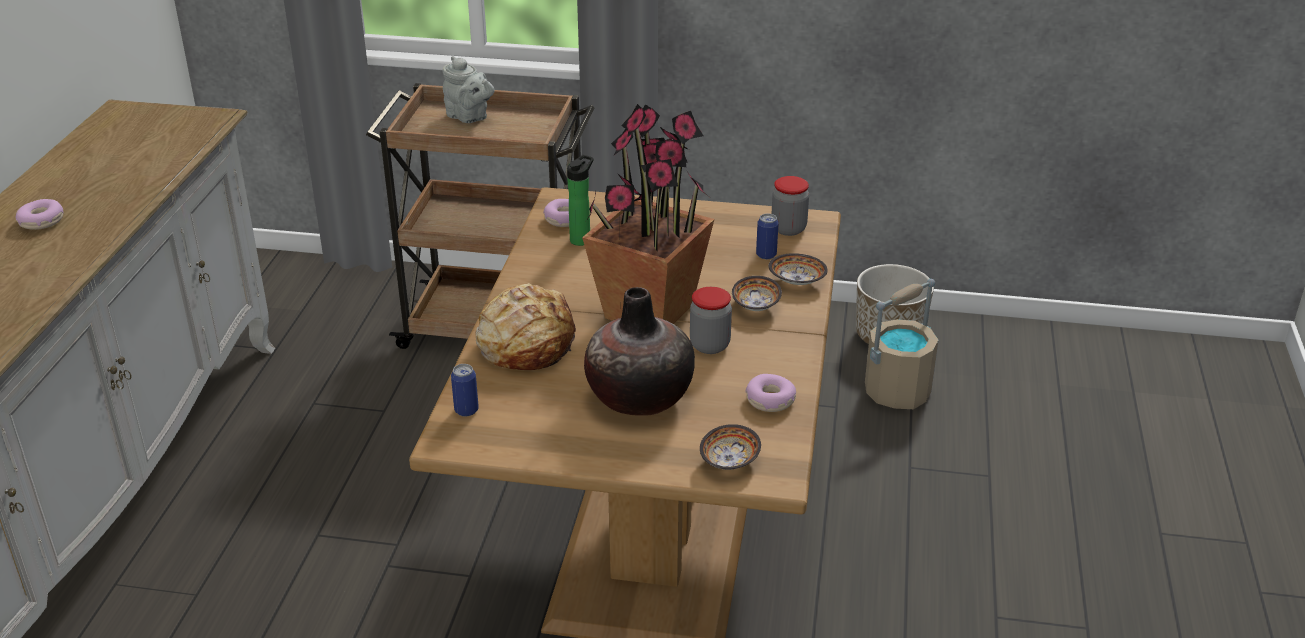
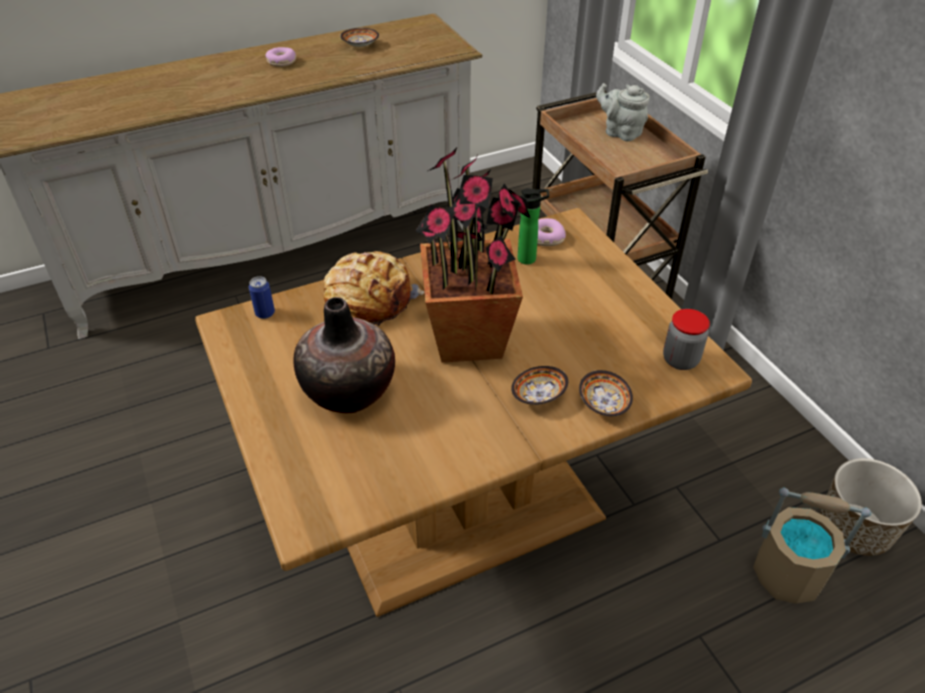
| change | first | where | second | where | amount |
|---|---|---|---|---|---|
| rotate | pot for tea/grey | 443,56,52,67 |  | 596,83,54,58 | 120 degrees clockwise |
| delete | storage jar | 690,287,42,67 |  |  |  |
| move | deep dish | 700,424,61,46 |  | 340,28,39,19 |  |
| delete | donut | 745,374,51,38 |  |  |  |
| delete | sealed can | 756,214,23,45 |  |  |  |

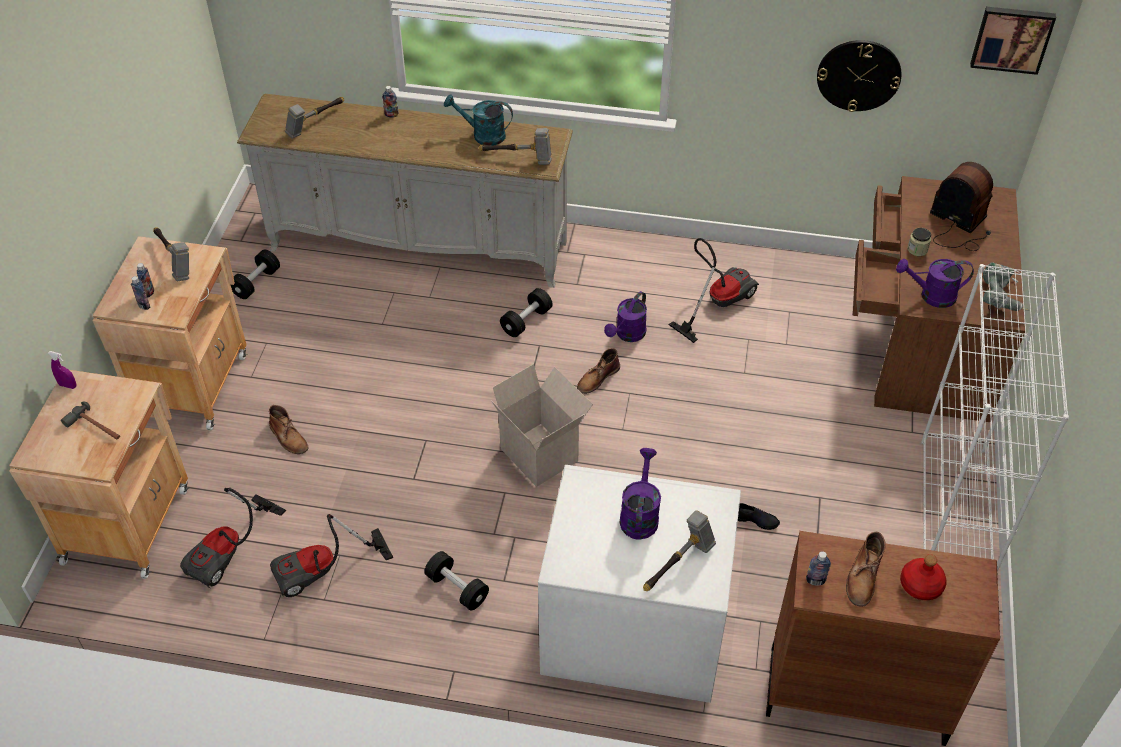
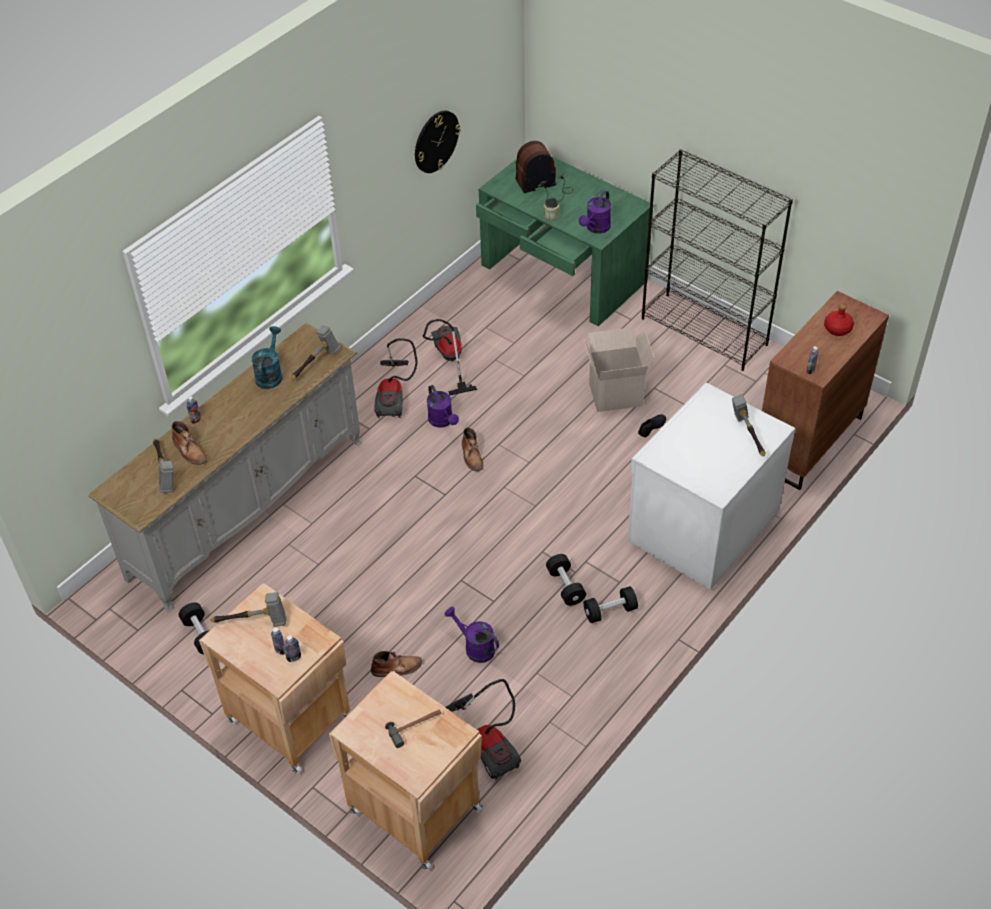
| change | first | where | second | where | amount |
|---|---|---|---|---|---|
| delete | spray bottle/purple | 48,351,28,38 |  |  |  |
| move | vacuum cleaner | 270,514,123,83 |  | 374,338,43,80 |  |
| rotate | watering pot/blue-green | 444,94,69,51 |  | 252,326,30,63 | 150 degrees clockwise |
| move | carton | 491,364,102,123 |  | 584,327,70,85 |  |
| move | hand weight/black-coloured | 500,288,53,49 |  | 546,554,40,52 |  |
| move | watering pot/purple | 620,448,41,92 |  | 444,607,55,56 |  |
| move | tall boot/brownish | 846,532,40,75 |  | 171,421,36,44 |  |
| recolor | desk unit/brownish | 853,176,172,246 | desk unit/green | 476,156,178,170 |  |
| recolor | bookcase/whitish | 921,264,148,308 | bookcase/black-coloured | 642,149,151,222 |  |
| delete | picture | 970,7,86,68 |  |  |  |
| delete | drill | 983,262,47,49 |  |  |  |

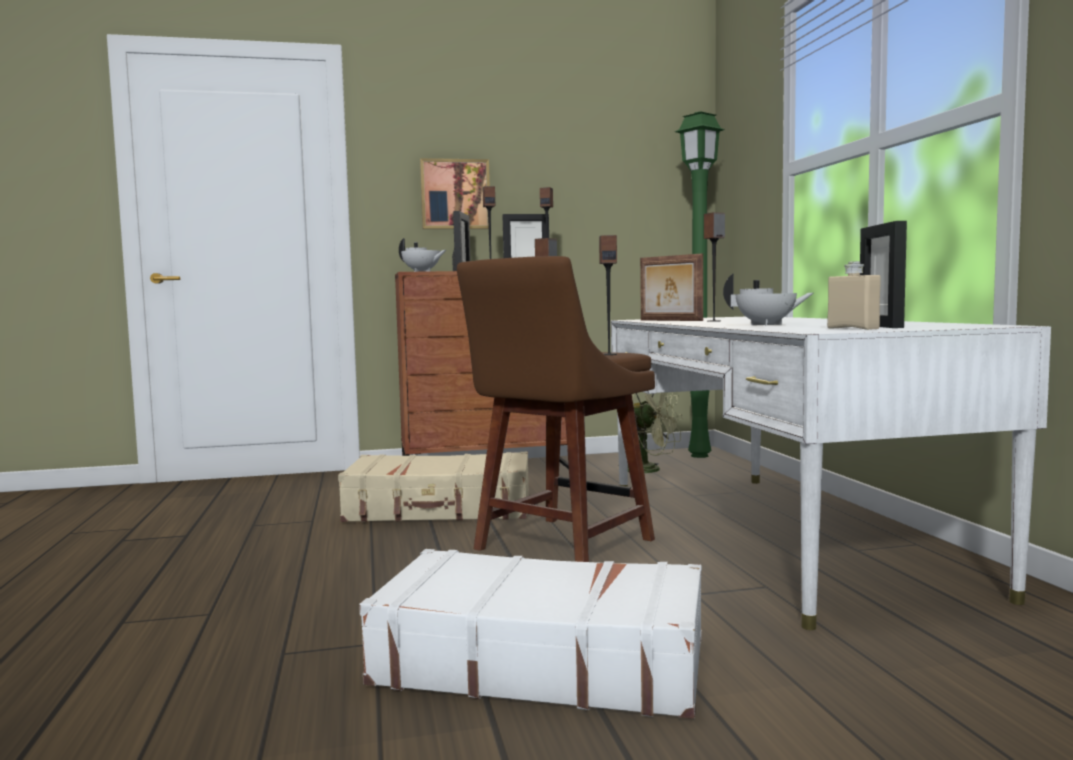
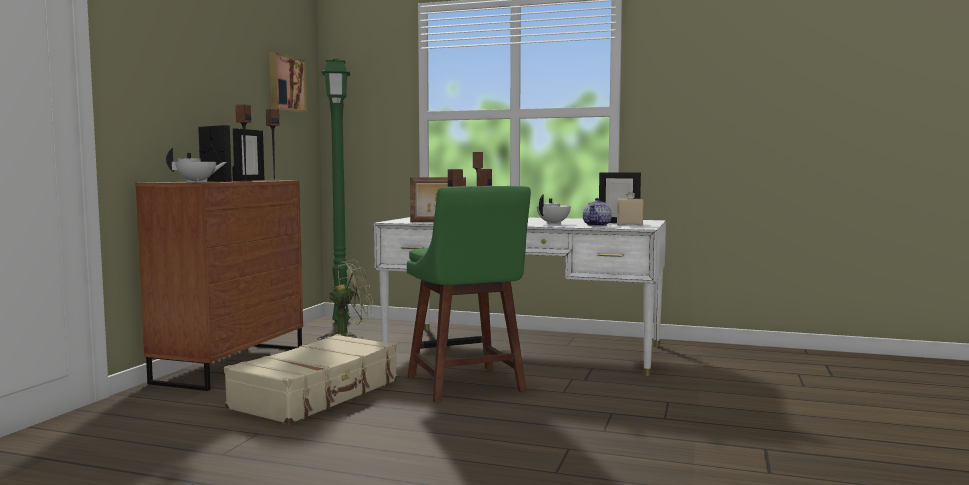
| change | first | where | second | where | amount |
|---|---|---|---|---|---|
| delete | suitcase/whitish | 359,549,343,170 |  |  |  |
| move | picture | 420,158,70,71 |  | 269,52,38,61 |  |
| recolor | stool/brownish | 457,256,198,306 | stool/green | 407,186,124,217 |  |
| insert |  |  | pot for tea | 583,198,29,28 |  |

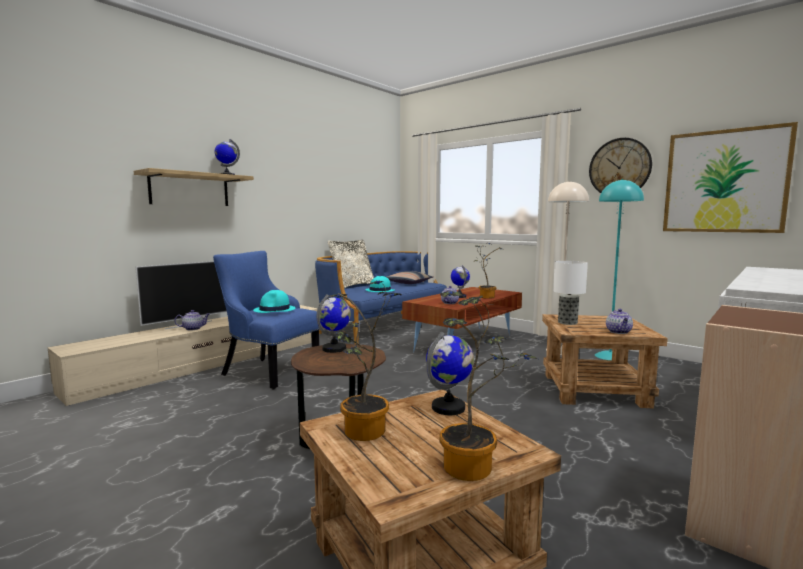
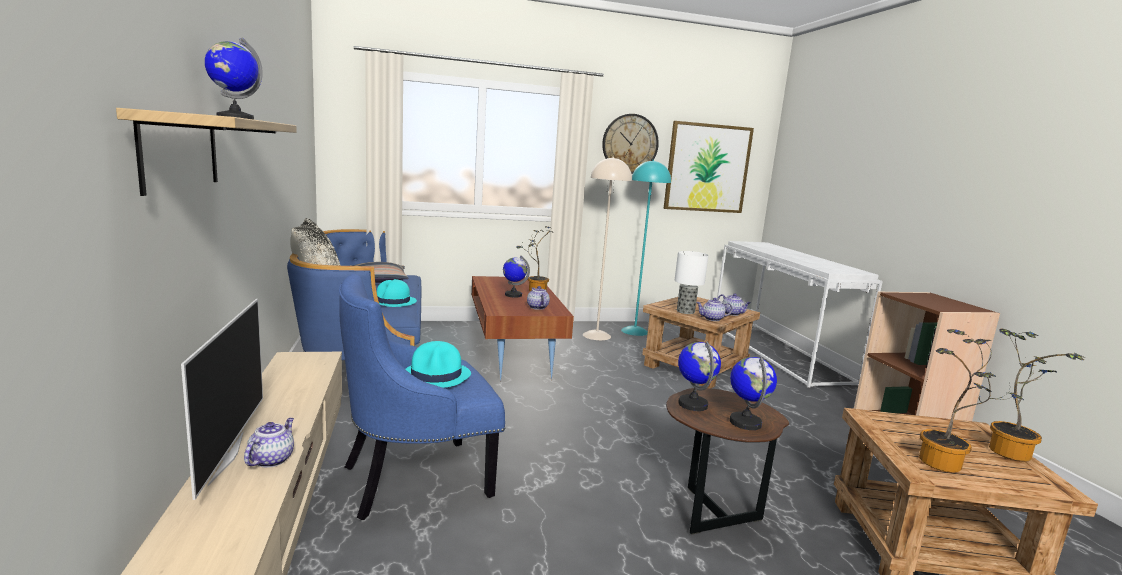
| change | first | where | second | where | amount |
|---|---|---|---|---|---|
| move | desk globe | 426,332,48,83 |  | 730,357,47,73 |  |
| insert |  |  | pot for tea | 696,298,36,23 |  |

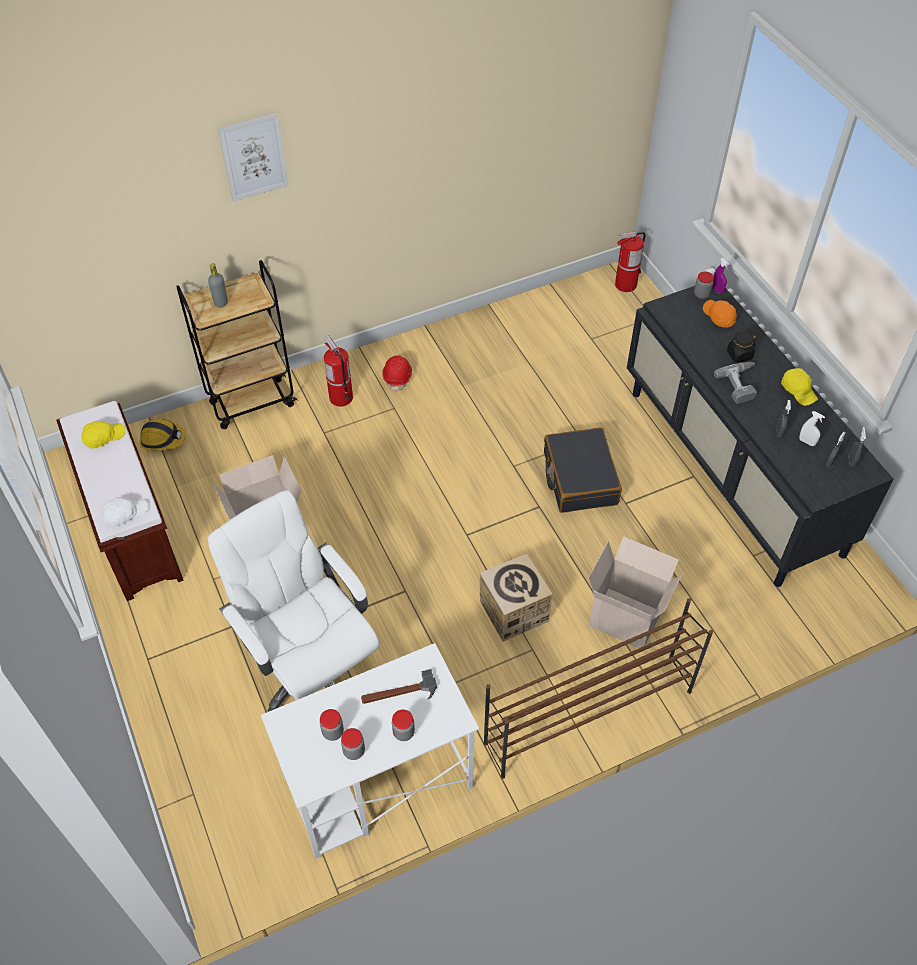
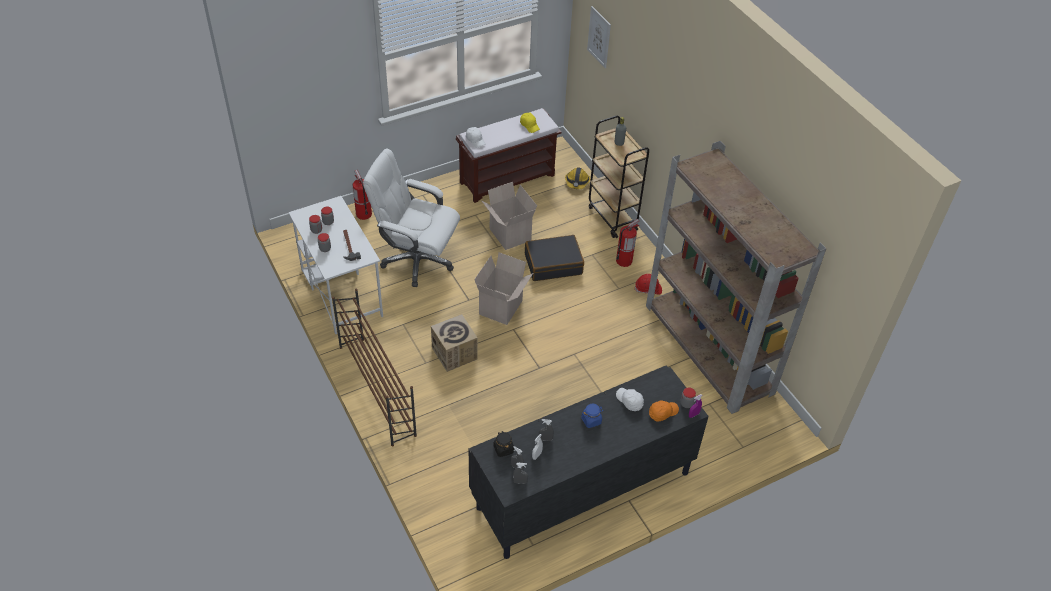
| change | first | where | second | where | amount |
|---|---|---|---|---|---|
| rotate | office chair/whitish | 207,490,173,222 |  | 363,148,97,139 | 120 degrees counterclockwise |
| move | picture | 218,113,70,89 |  | 587,6,24,62 |  |
| move | suitcase/black-coloured | 544,428,78,85 |  | 525,235,59,46 |  |
| move | carton | 588,536,95,112 |  | 474,252,59,73 |  |
| move | extinguisher | 615,232,31,60 |  | 353,170,19,50 |  |
| replace | drill | 714,362,43,42 | storage jar/bluish | 581,404,23,24 |  |
| move | storage jar/black-coloured | 727,331,29,32 |  | 494,431,20,26 |  |
| delete | baseball cap/yellow-coloured | 781,368,37,38 |  |  |  |
| insert |  |  | baseball cap/whitish | 616,388,28,23 |  |
| insert |  |  | bookcase/brownish | 646,141,180,273 |  |

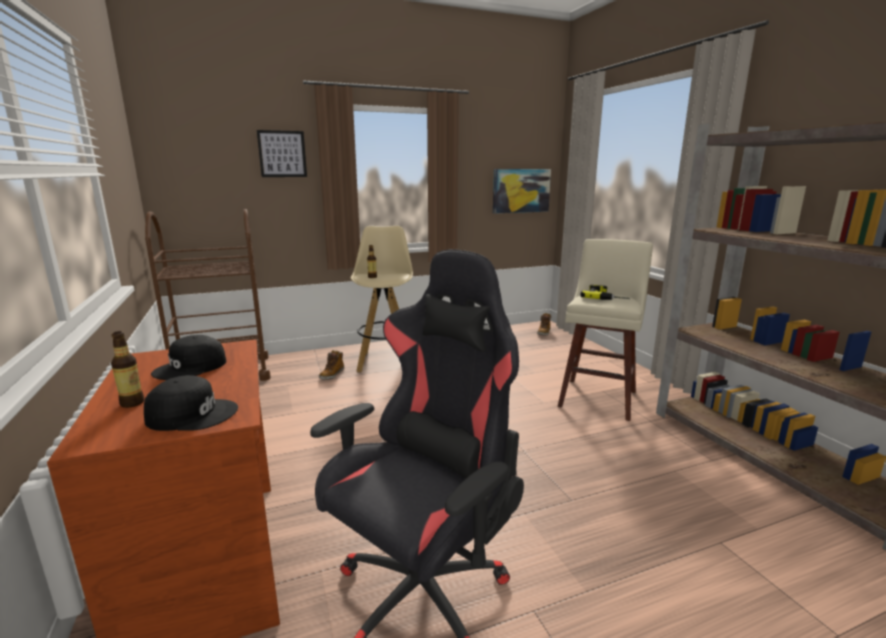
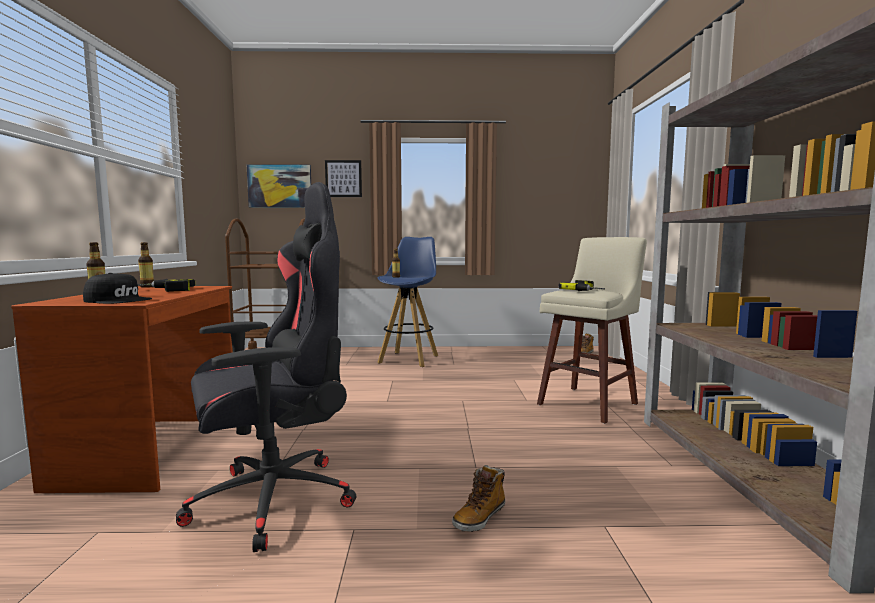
| change | first | where | second | where | amount |
|---|---|---|---|---|---|
| replace | baseball cap/black-coloured | 151,335,75,45 | drill | 138,279,57,13 |  |
| move | tall boot | 319,350,25,30 |  | 452,465,53,67 |  |
| recolor | stool/sand-coloured | 351,226,62,147 | stool/bluish | 377,237,61,130 |  |
| move | picture | 493,169,58,44 |  | 247,164,64,44 |  |
| insert |  |  | beverage bottle | 138,242,16,46 |  |

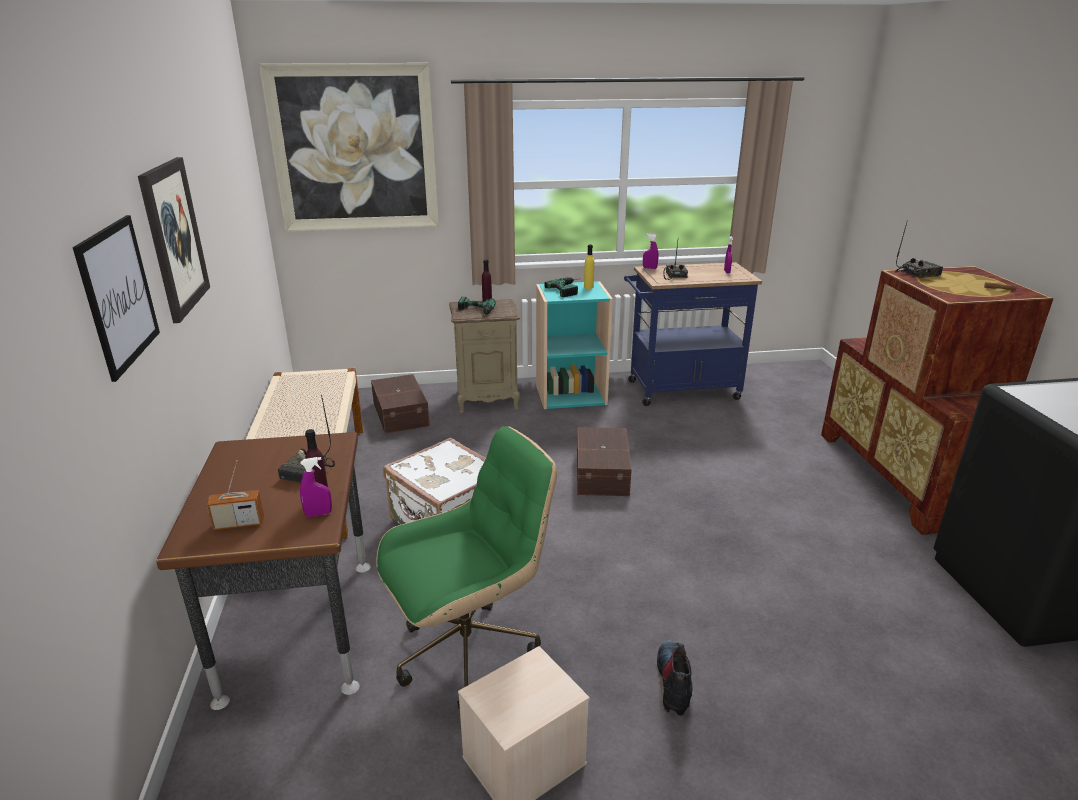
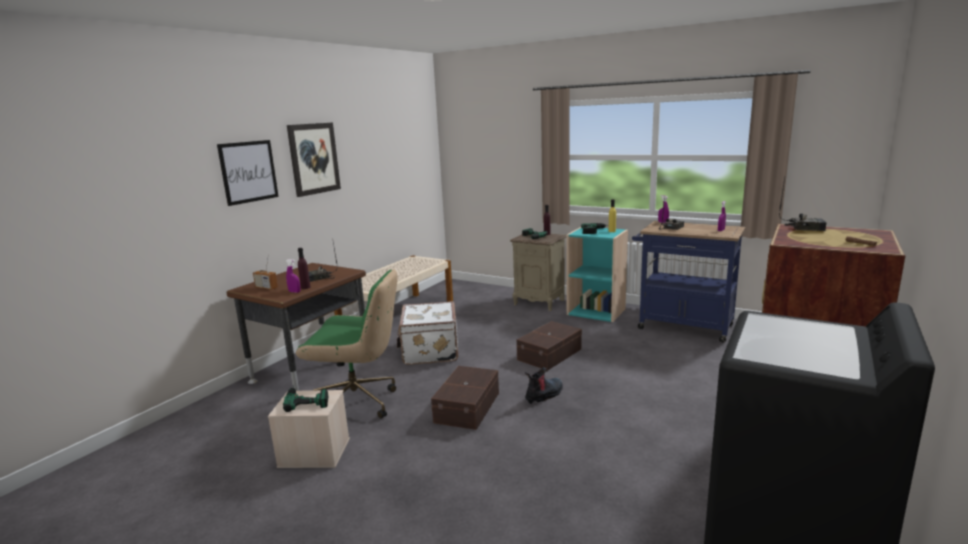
| change | first | where | second | where | amount |
|---|---|---|---|---|---|
| delete | picture | 259,63,180,169 |  |  |  |
| move | storage box/brownish | 371,374,59,60 |  | 431,366,68,64 |  |
| move | tall boot | 657,640,36,76 |  | 525,367,38,37 |  |
| insert |  |  | drill | 283,385,46,27 |  |

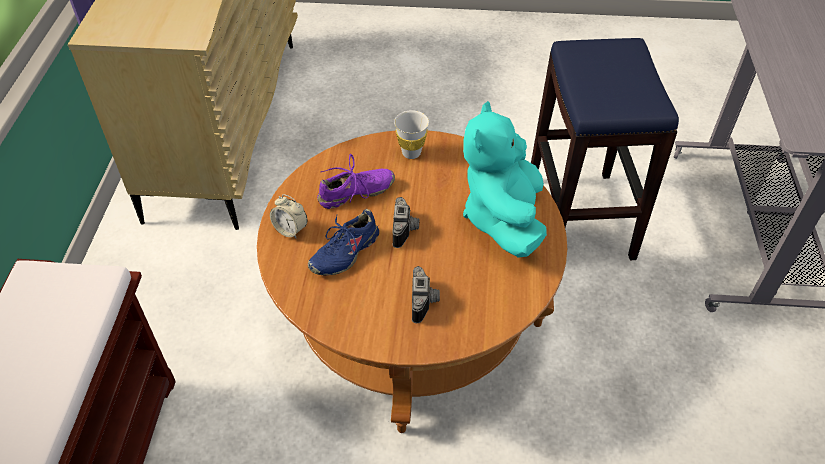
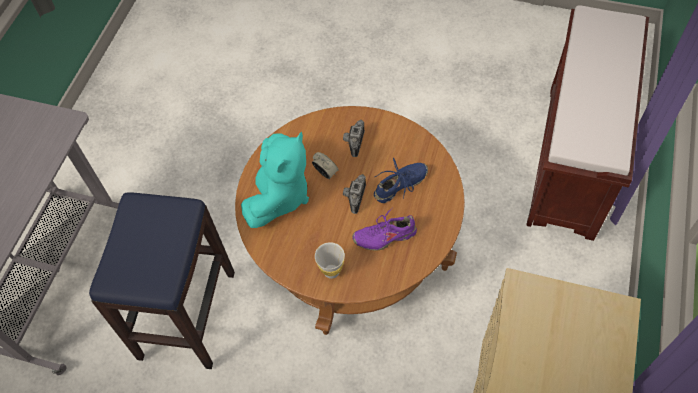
| change | first | where | second | where | amount |
|---|---|---|---|---|---|
| move | bedside clock | 270,194,38,45 |  | 312,152,26,27 |  |

